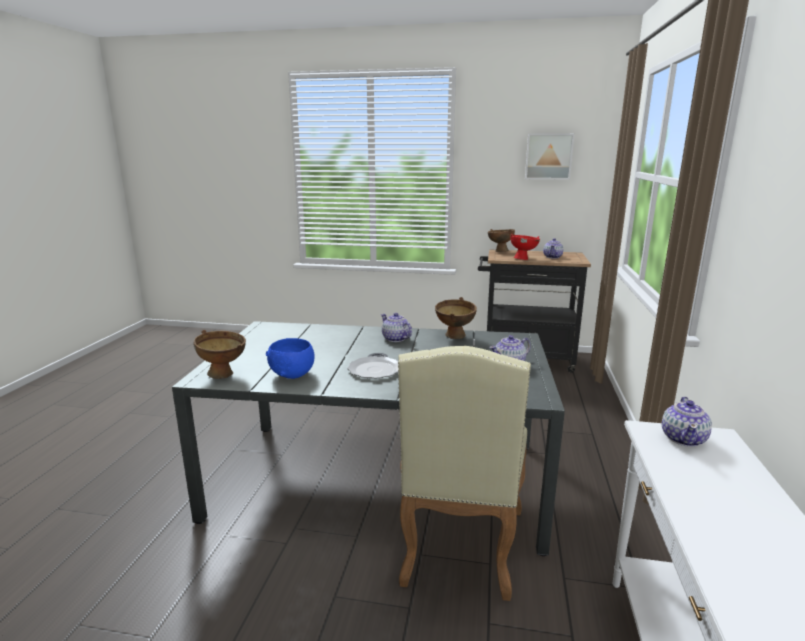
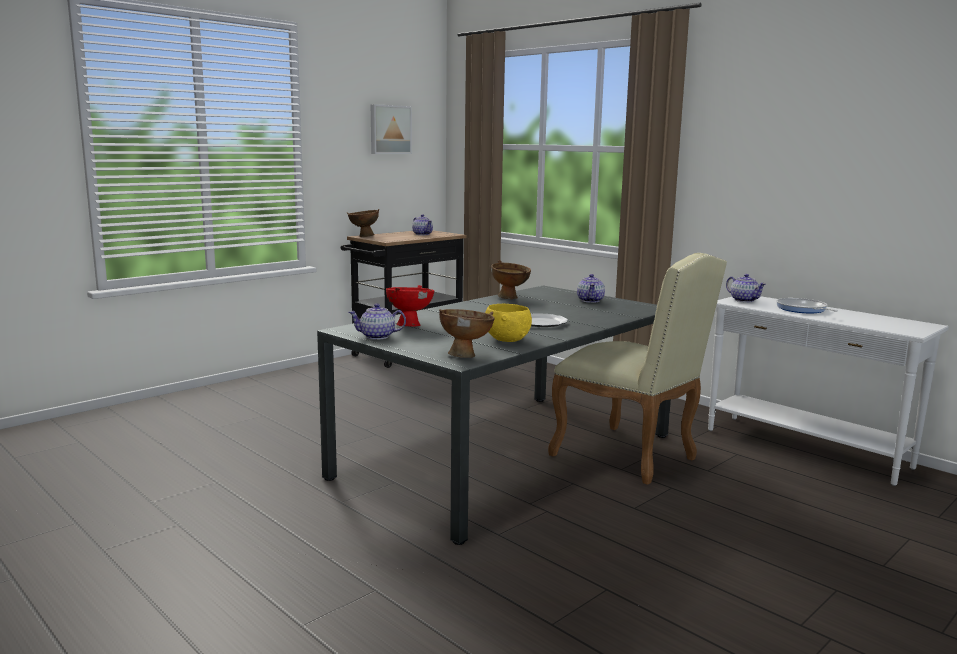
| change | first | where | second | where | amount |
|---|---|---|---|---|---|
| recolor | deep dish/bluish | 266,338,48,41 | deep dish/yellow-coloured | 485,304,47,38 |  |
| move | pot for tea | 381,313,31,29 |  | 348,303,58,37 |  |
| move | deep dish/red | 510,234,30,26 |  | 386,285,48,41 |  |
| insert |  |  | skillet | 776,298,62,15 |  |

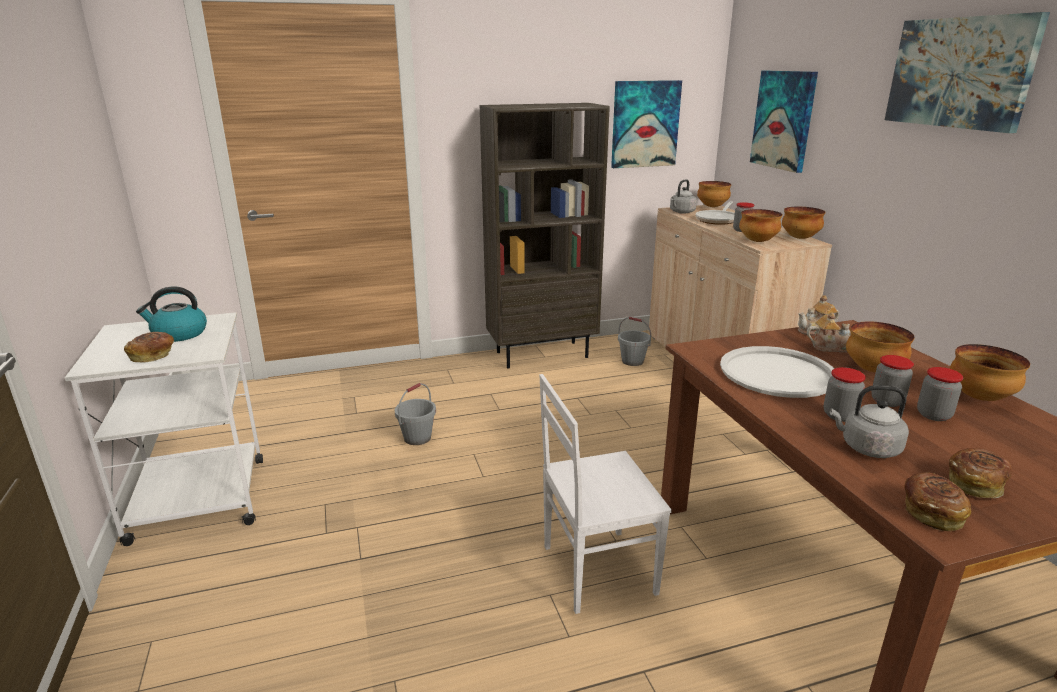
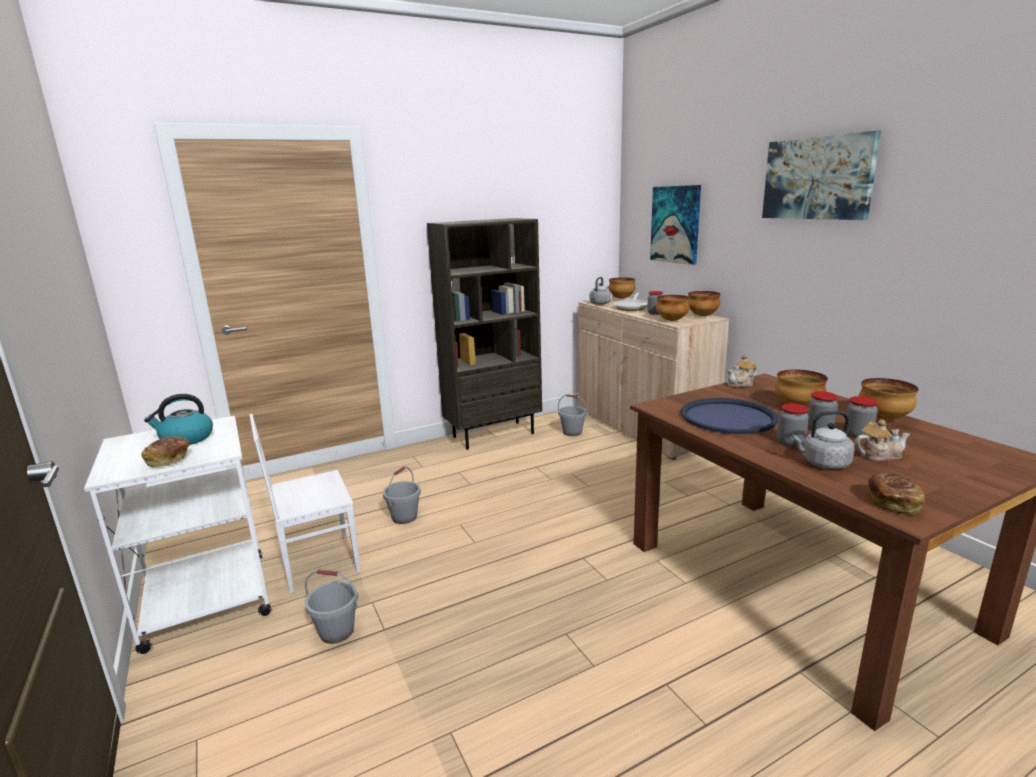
| change | first | where | second | where | amount |
|---|---|---|---|---|---|
| move | plain chair/whitish | 539,374,133,240 |  | 250,414,111,179 |  |
| delete | picture | 611,80,71,88 |  |  |  |
| recolor | carrying tray/whitish | 720,346,115,52 | carrying tray/bluish | 681,398,98,36 |  |
| move | pot for tea | 807,312,44,40 |  | 855,419,55,42 |  |
| delete | bread | 949,448,63,50 |  |  |  |
| insert |  |  | water bucket/grey | 305,569,53,75 |  |

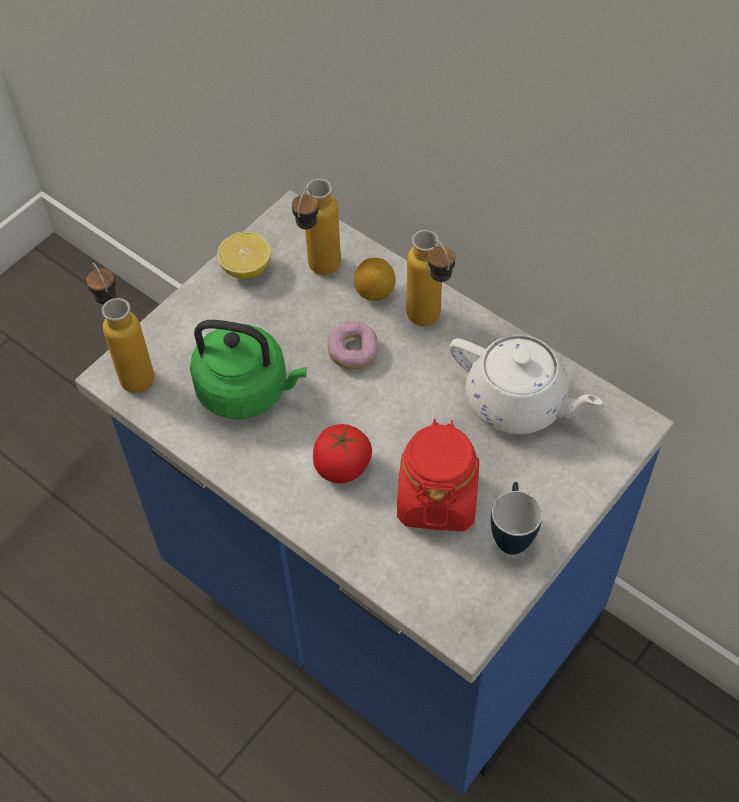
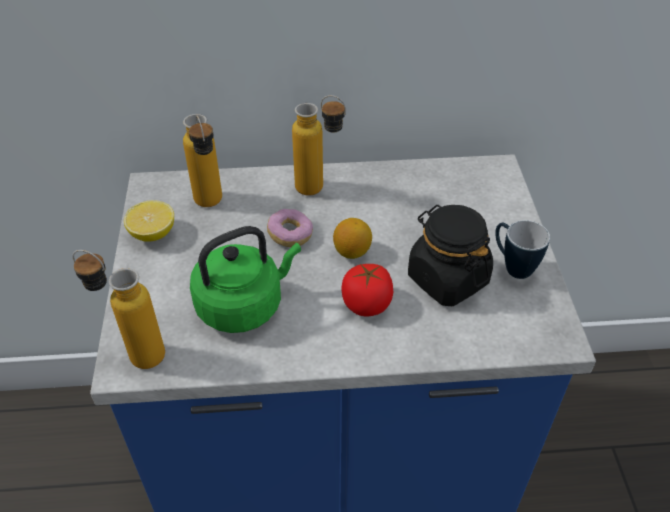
| change | first | where | second | where | amount |
|---|---|---|---|---|---|
| move | whole lemon | 354,258,42,43 |  | 333,218,39,41 |  |
| recolor | storage jar/red | 397,419,82,112 | storage jar/black-coloured | 408,205,85,101 |  |
| delete | pot for tea/whitish | 450,335,153,99 |  |  |  |

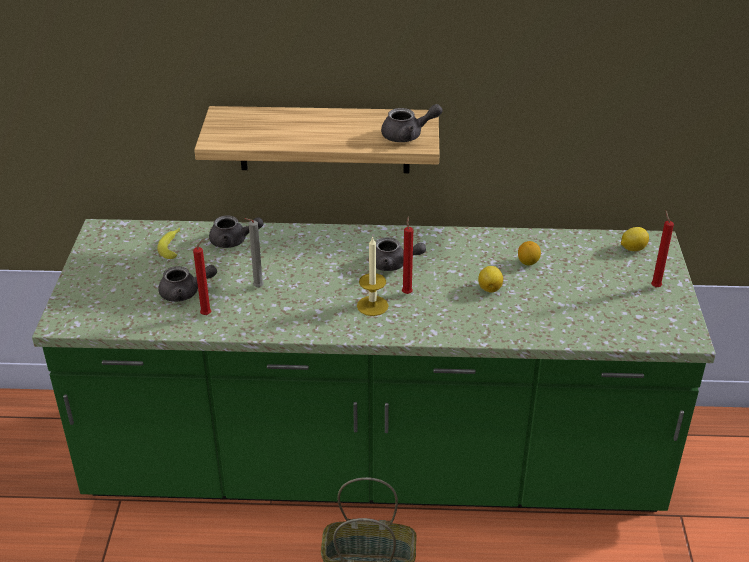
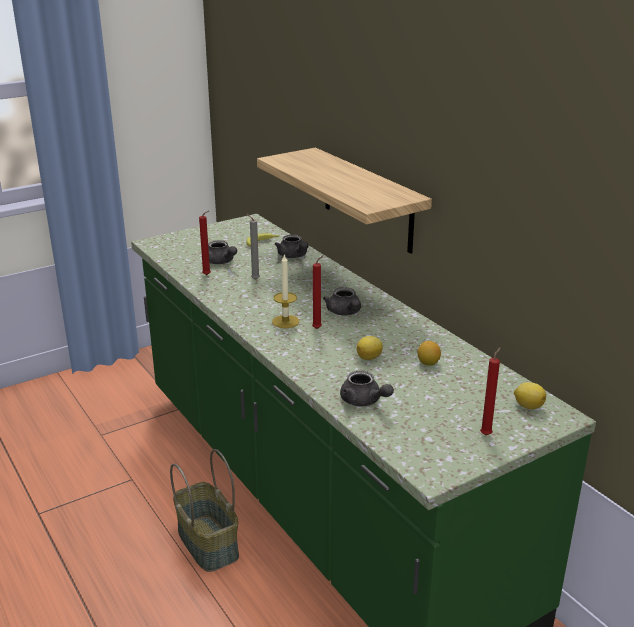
| change | first | where | second | where | amount |
|---|---|---|---|---|---|
| move | pot for tea/grey | 381,104,62,38 |  | 340,370,54,36 |  |

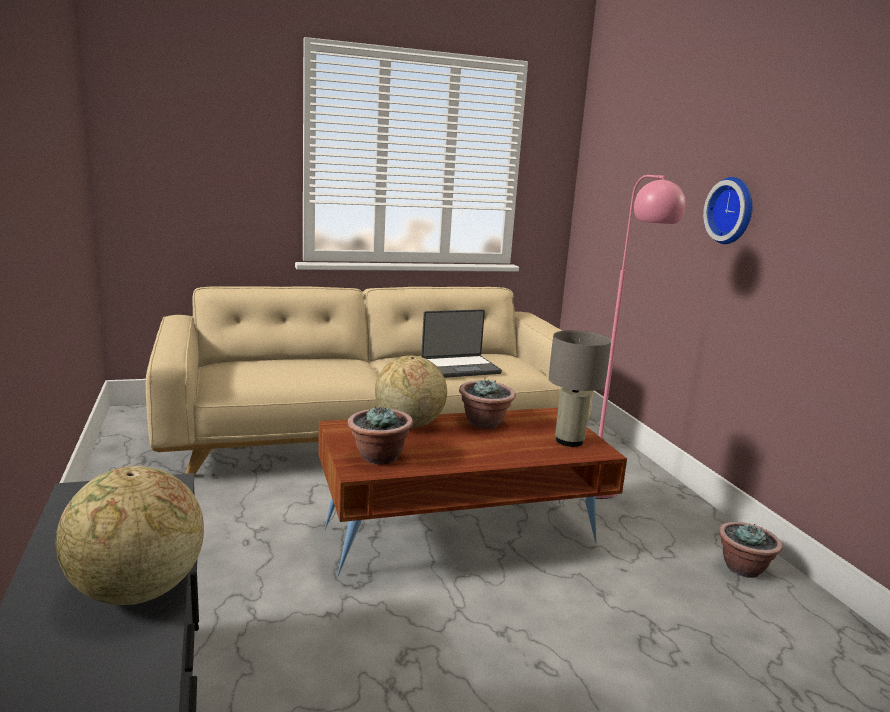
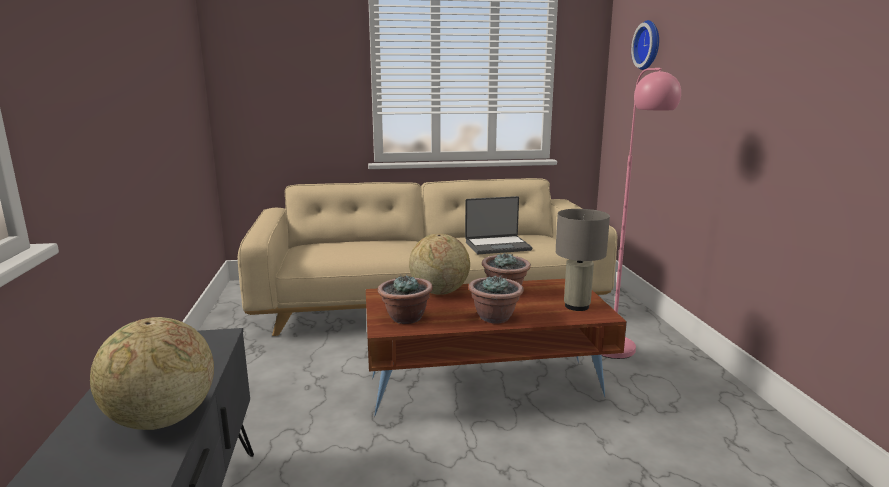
| change | first | where | second | where | amount |
|---|---|---|---|---|---|
| move | wall clock | 703,177,50,67 |  | 631,20,28,50 |  |
| move | houseplant | 719,522,64,56 |  | 468,275,56,49 |  |

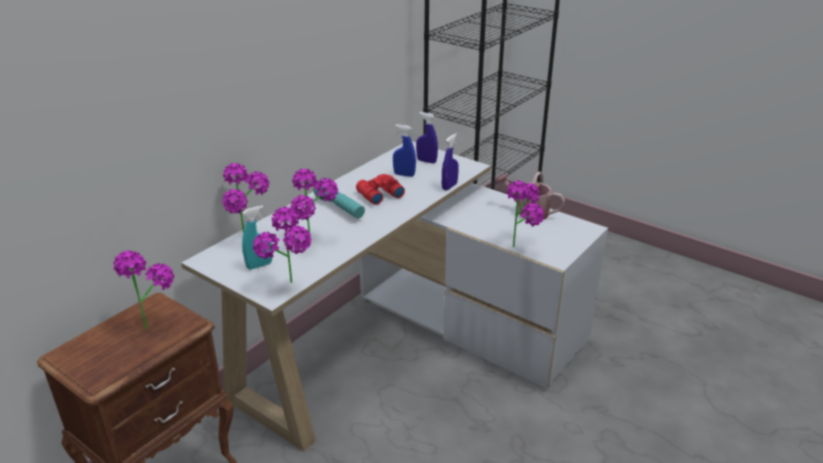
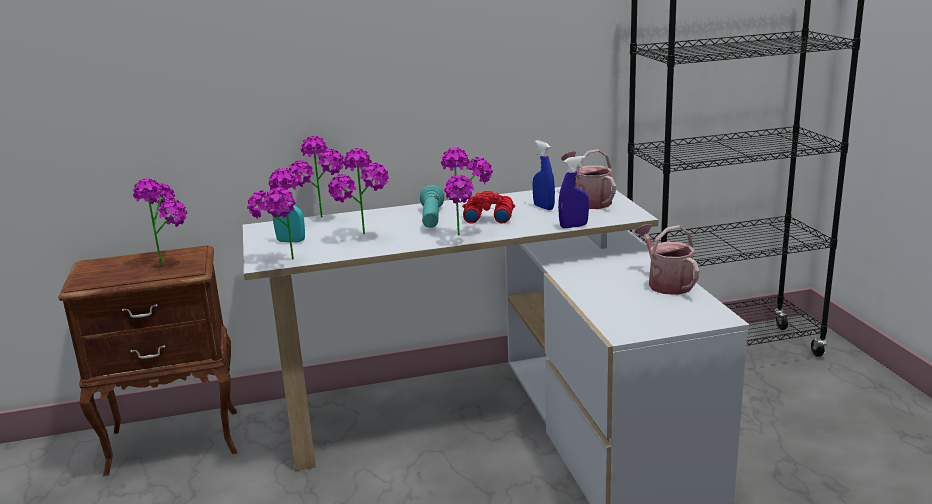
| change | first | where | second | where | amount |
|---|---|---|---|---|---|
| replace | spray bottle/bluish | 416,112,22,51 | watering pot | 561,149,55,60 |  |
| move | houseplant | 506,181,38,66 |  | 441,147,52,88 |  |

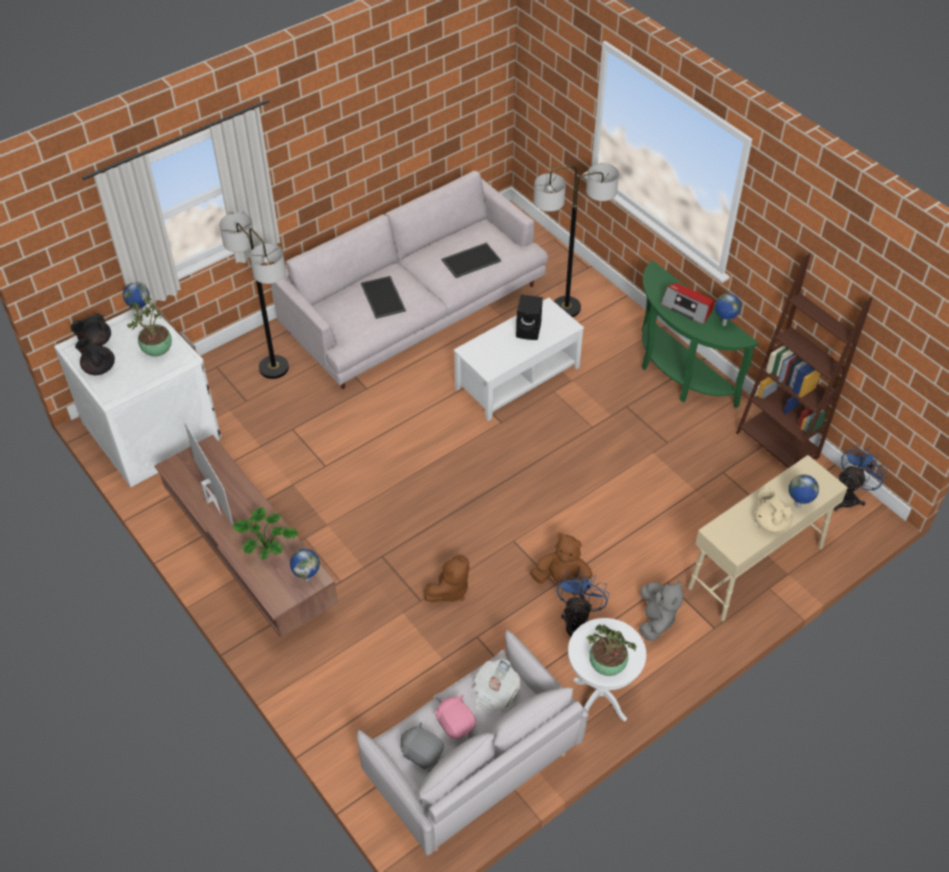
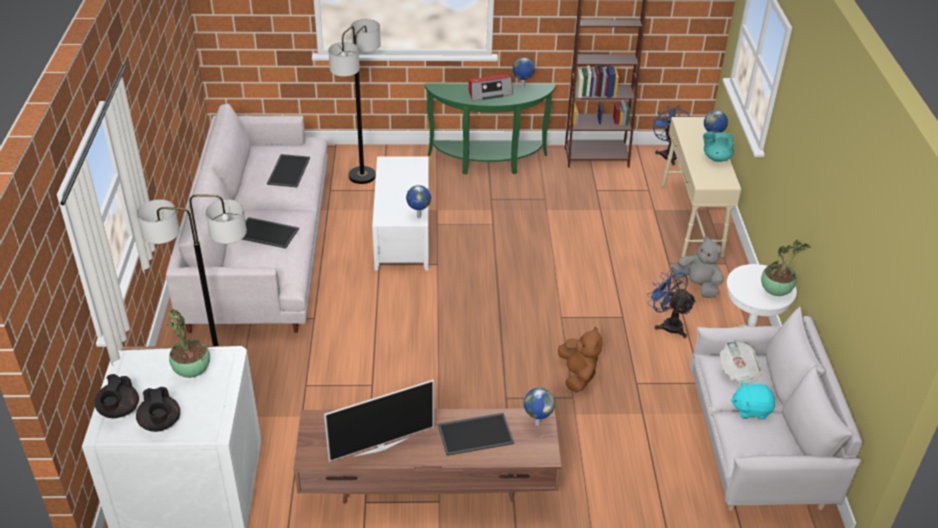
| change | first | where | second | where | amount |
|---|---|---|---|---|---|
| rotate | pot for tea/black-coloured | 75,338,40,37 |  | 136,387,44,45 | 90 degrees counterclockwise |
| move | desk globe | 123,282,27,33 |  | 406,185,25,33 |  |
| rotate | TV | 184,422,50,104 |  | 324,380,110,82 | 150 degrees clockwise |
| replace | houseplant | 232,507,67,53 | carrying tray | 438,413,76,43 |  |
| delete | cuddly toy/grey | 401,722,43,47 |  |  |  |
| recolor | cuddly toy/pink | 434,695,42,44 | cuddly toy/blue-green | 731,381,44,38 |  |
| delete | audio speaker/black-coloured | 516,295,27,45 |  |  |  |
| delete | cuddly toy/brownish | 530,533,63,63 |  |  |  |
| recolor | pot for tea/sand-coloured | 755,489,38,44 | pot for tea/blue-green | 703,131,31,31 |  |

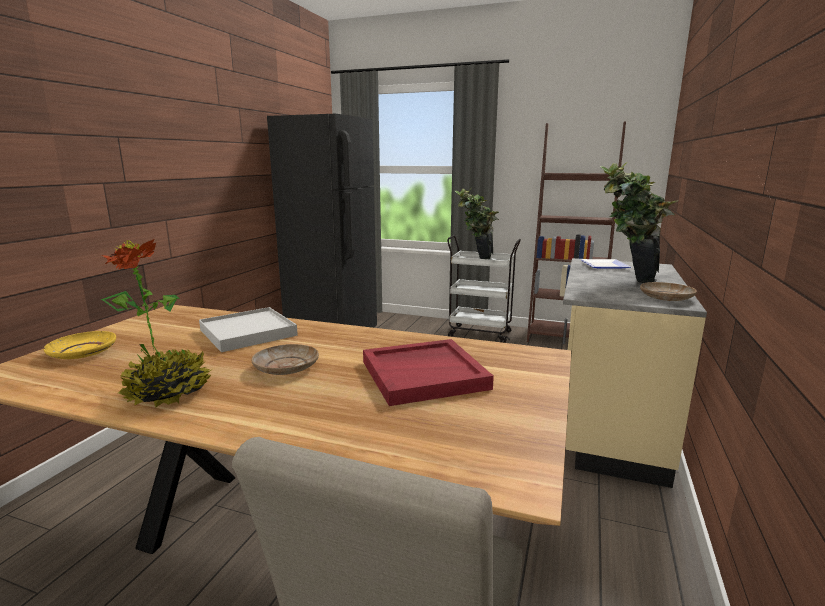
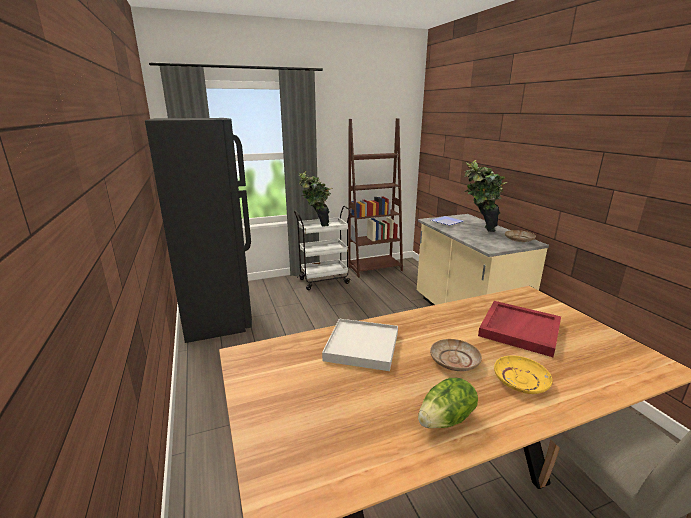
| change | first | where | second | where | amount |
|---|---|---|---|---|---|
| move | dinner plate/yellow-coloured | 43,331,73,28 |  | 494,355,58,39 |  |
| replace | houseplant | 101,239,112,169 | lettuce | 418,378,60,50 |  |

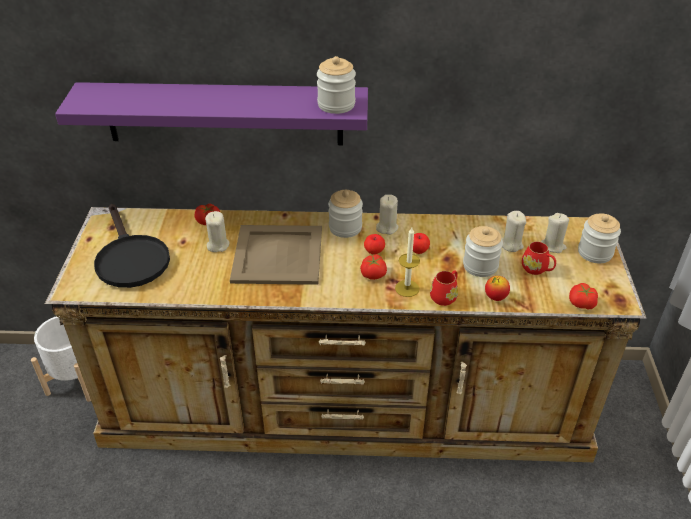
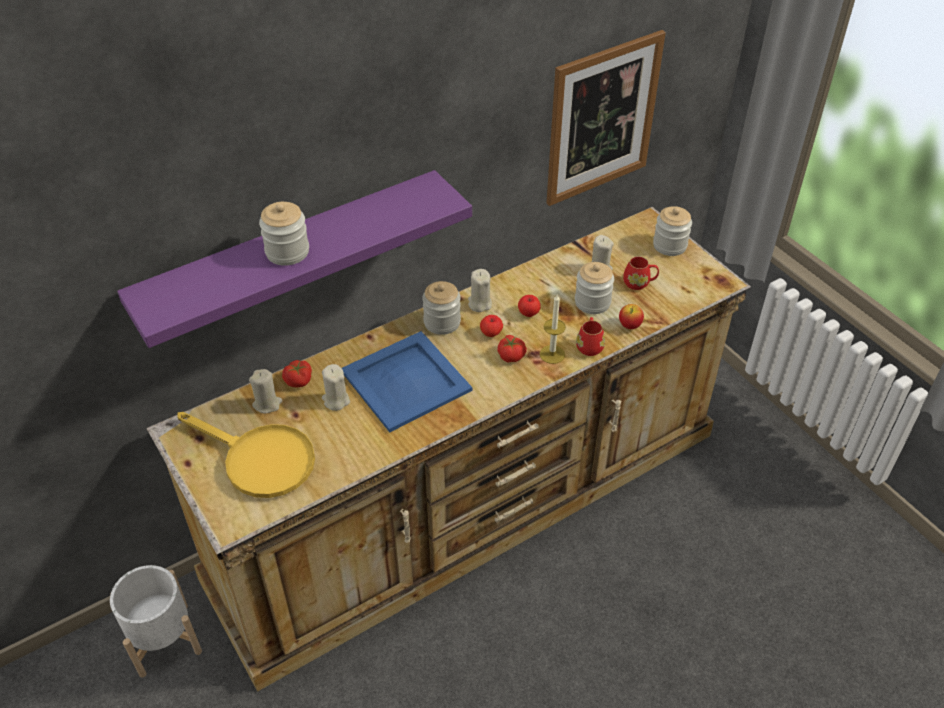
| change | first | where | second | where | amount |
|---|---|---|---|---|---|
| recolor | skillet/black-coloured | 94,204,76,84 | skillet/yellow-coloured | 177,412,138,86 |  |
| recolor | carrying tray/sand-coloured | 230,225,92,60 | carrying tray/bluish | 342,331,130,101 |  |
| move | storage jar | 317,56,39,58 |  | 259,202,50,64 |  |
| move | wax light/sand-coloured | 541,213,28,40 |  | 249,369,33,44 |  |
| delete | tomato | 569,283,29,26 |  |  |  |
| insert |  |  | picture | 547,30,119,176 |  |

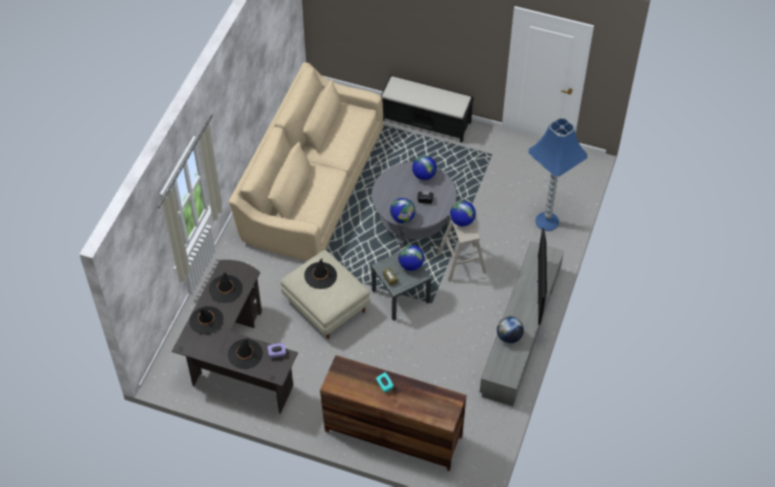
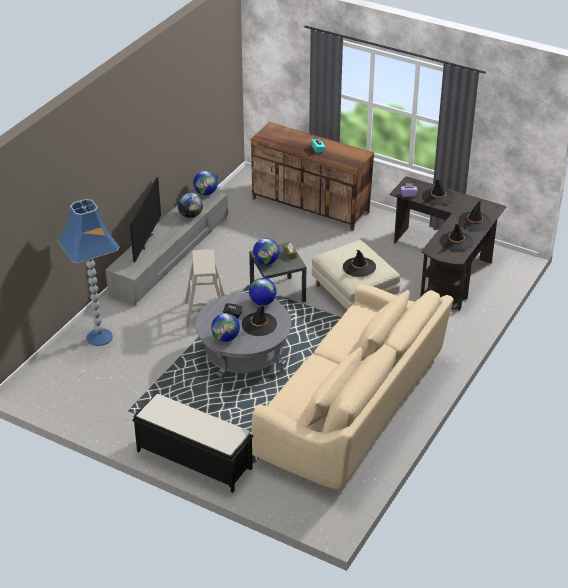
| change | first | where | second | where | amount |
|---|---|---|---|---|---|
| move | desk globe | 450,201,26,25 |  | 193,171,25,24 |  |
| insert |  |  | hat/black-coloured | 242,305,35,31 |  |

